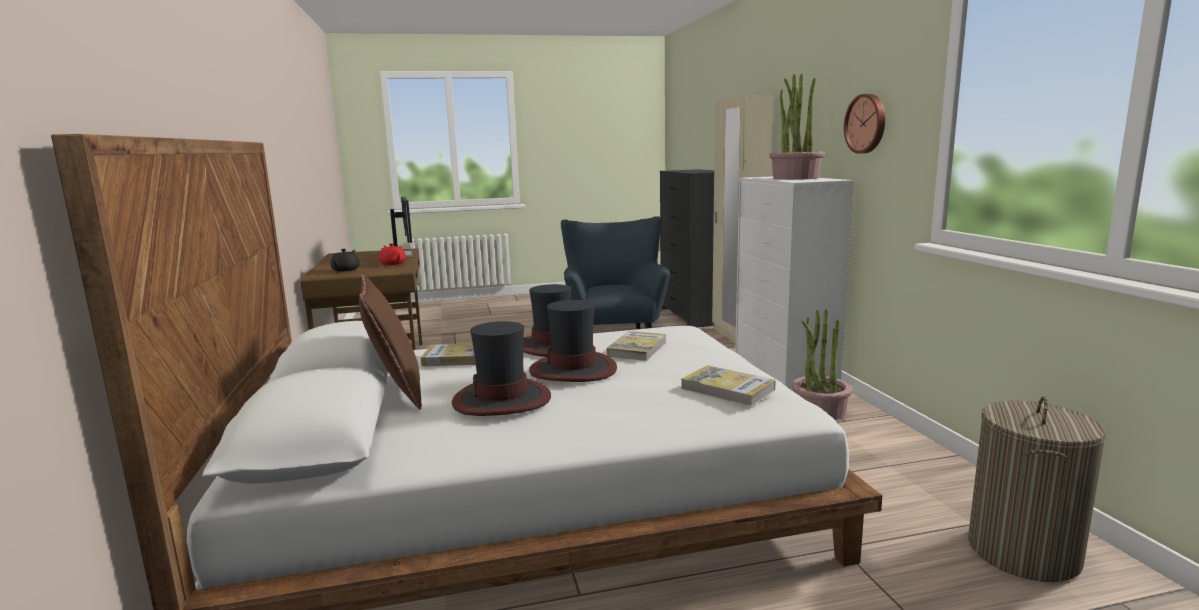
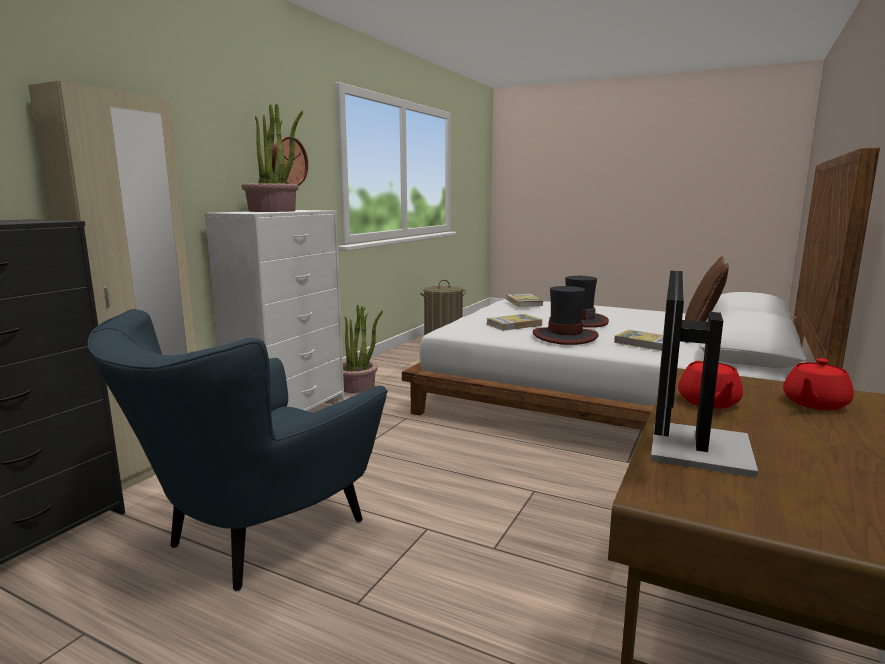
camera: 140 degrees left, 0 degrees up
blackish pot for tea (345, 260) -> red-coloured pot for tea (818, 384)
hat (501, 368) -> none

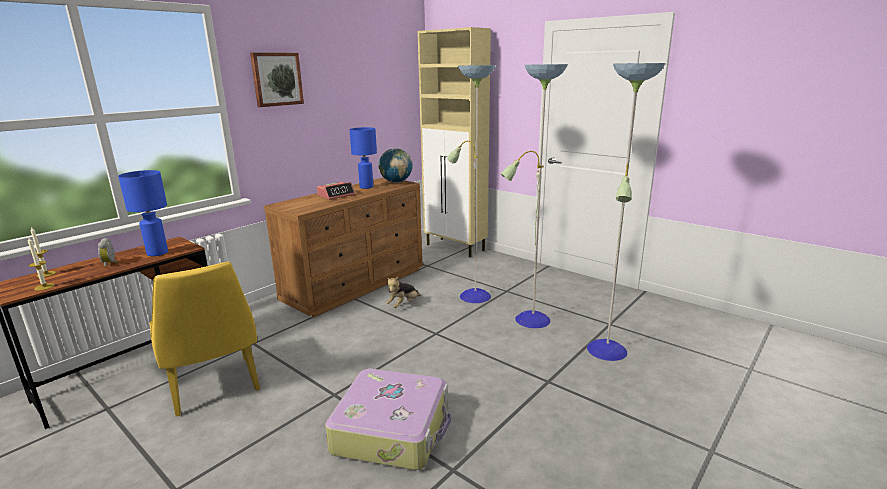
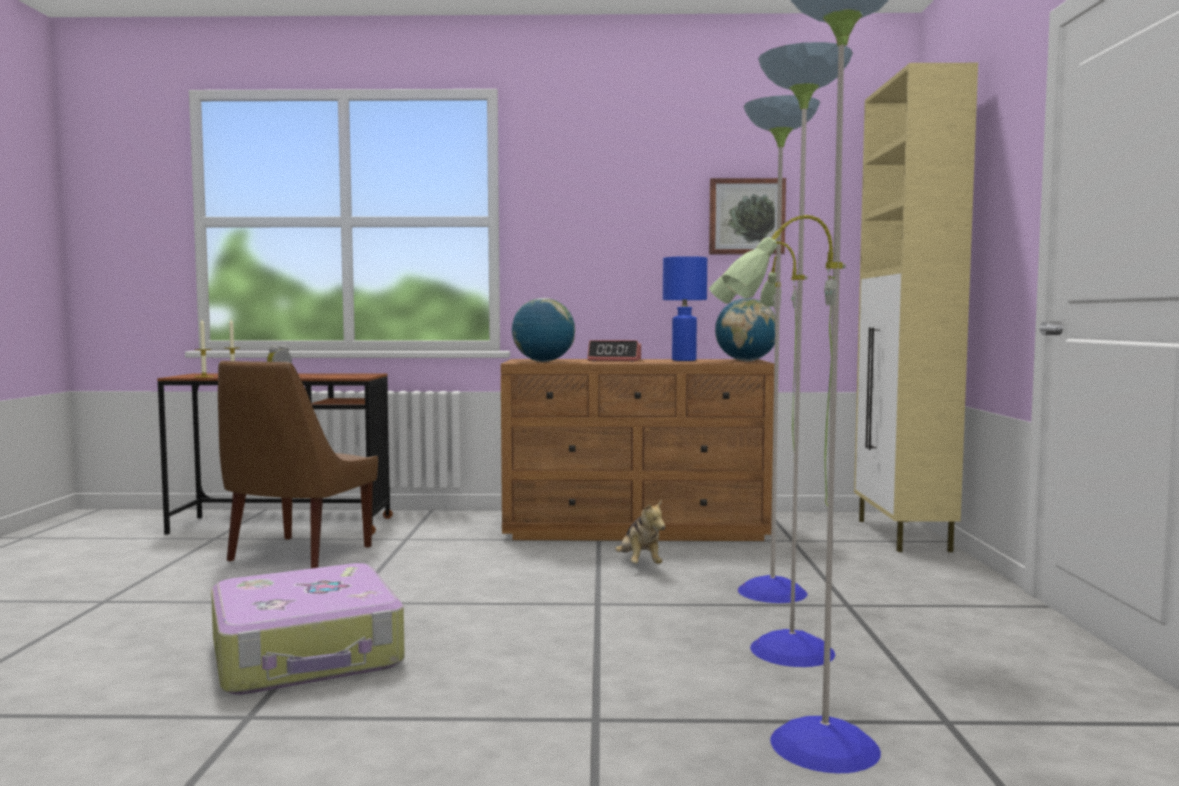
camera: 50 degrees right, 15 degrees down
picture (277, 79) -> picture (747, 216), moved
bluish tabletop lamp (143, 213) -> none
yellow-coloured plain chair (204, 338) -> brown plain chair (298, 464)
cuddly toy (403, 292) -> cuddly toy (640, 531), 105 degrees counterclockwise
none -> desk globe (543, 330)

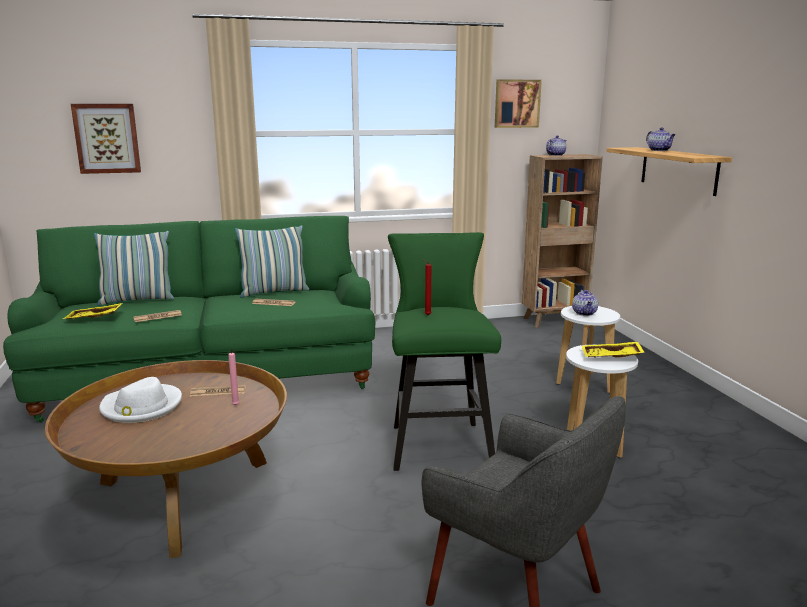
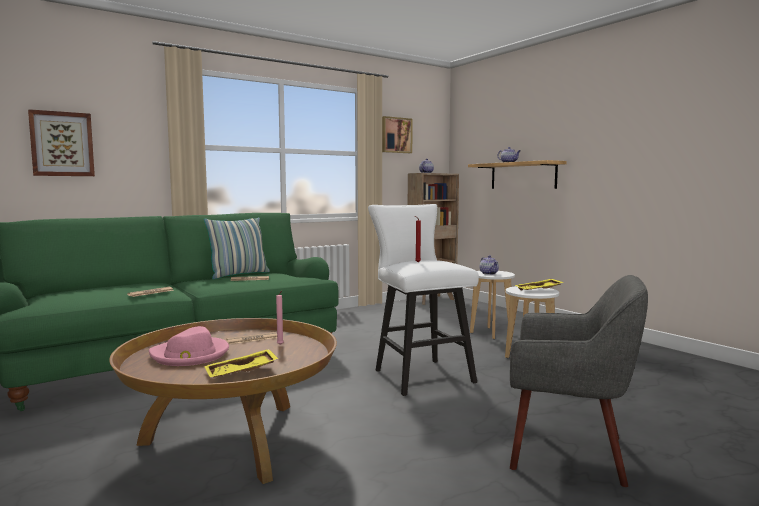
camera: 20 degrees left, 10 degrees down
throw pillow (134, 268) -> none
green-coloured sitting stool (444, 351) -> white-coloured sitting stool (423, 300)
yellow-coloured carrying tray (92, 311) -> yellow-coloured carrying tray (241, 363), moved
white-coloured hat (140, 400) -> pinkish hat (189, 346)

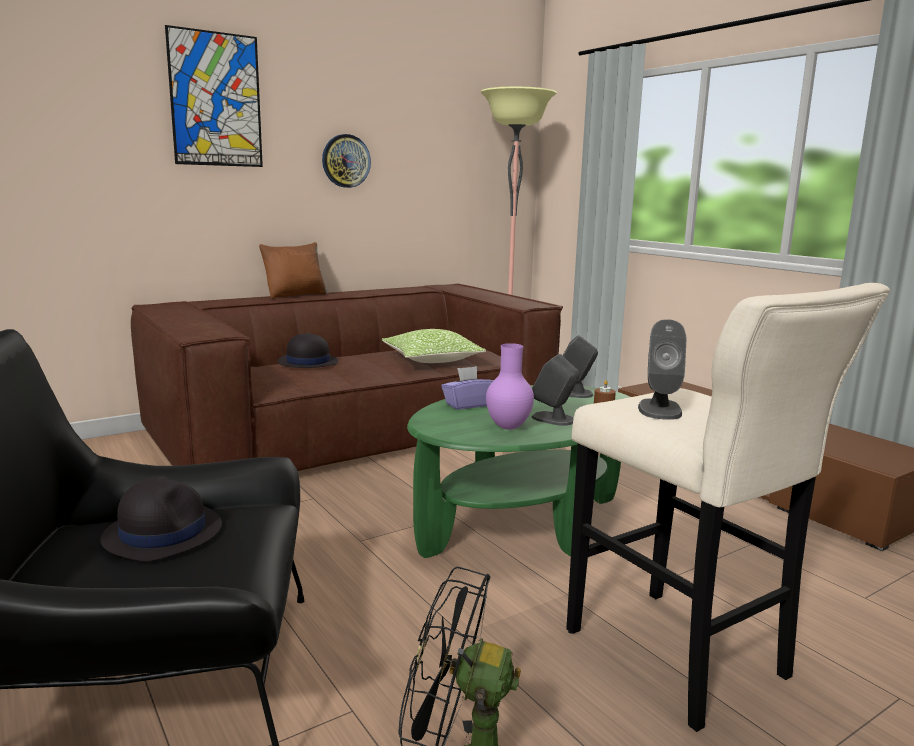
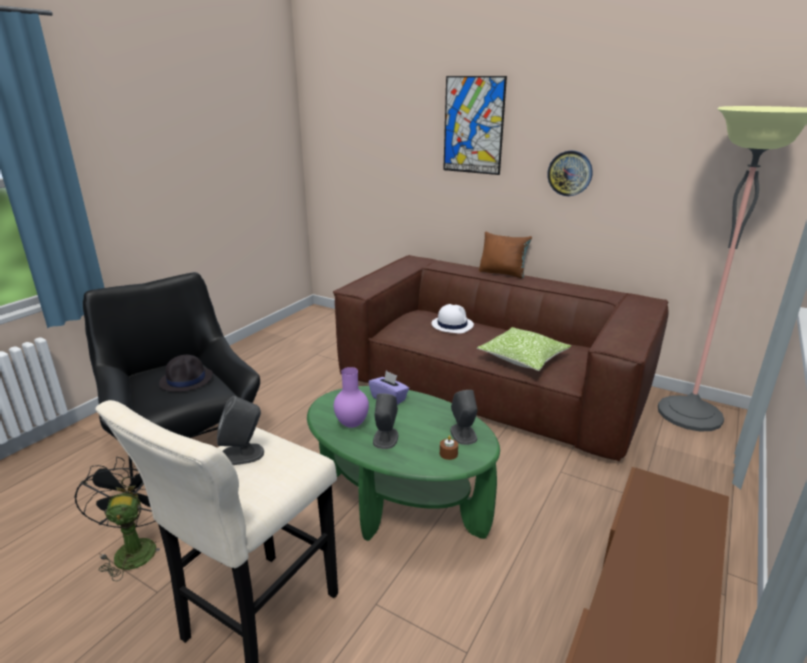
camera: 65 degrees right, 10 degrees up
blackish hat (308, 350) -> white-coloured hat (453, 319)

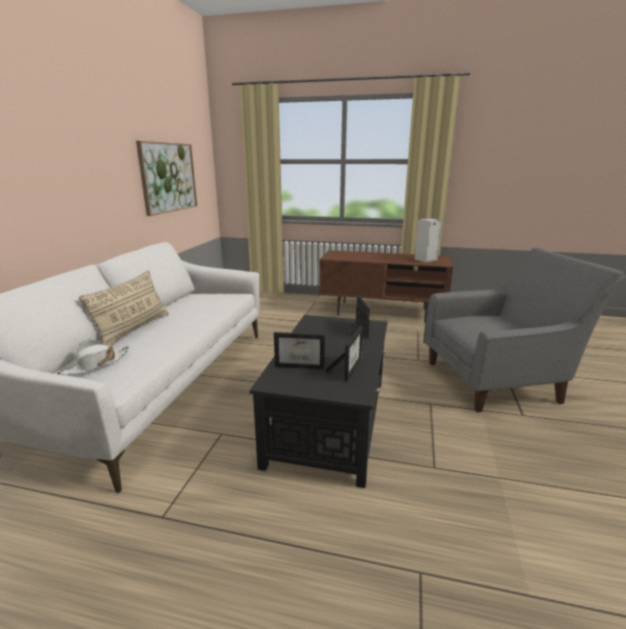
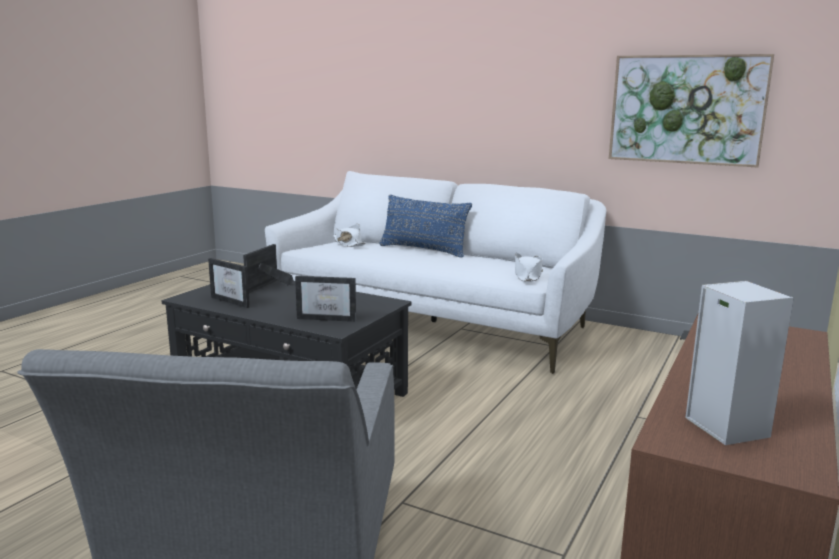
camera: 105 degrees right, 5 degrees down
sand-coloured throw pillow (124, 308) -> bluish throw pillow (425, 226)
none -> white-coloured hat (529, 267)

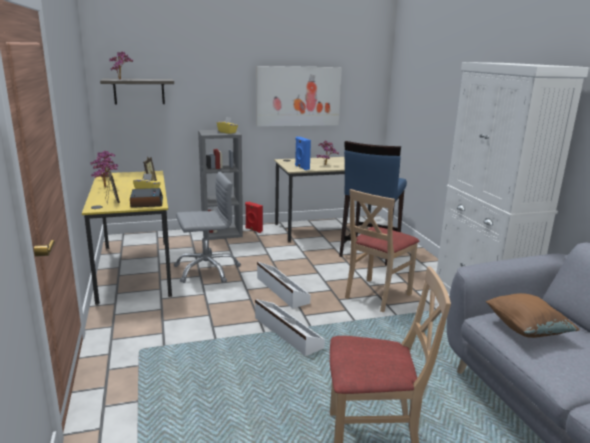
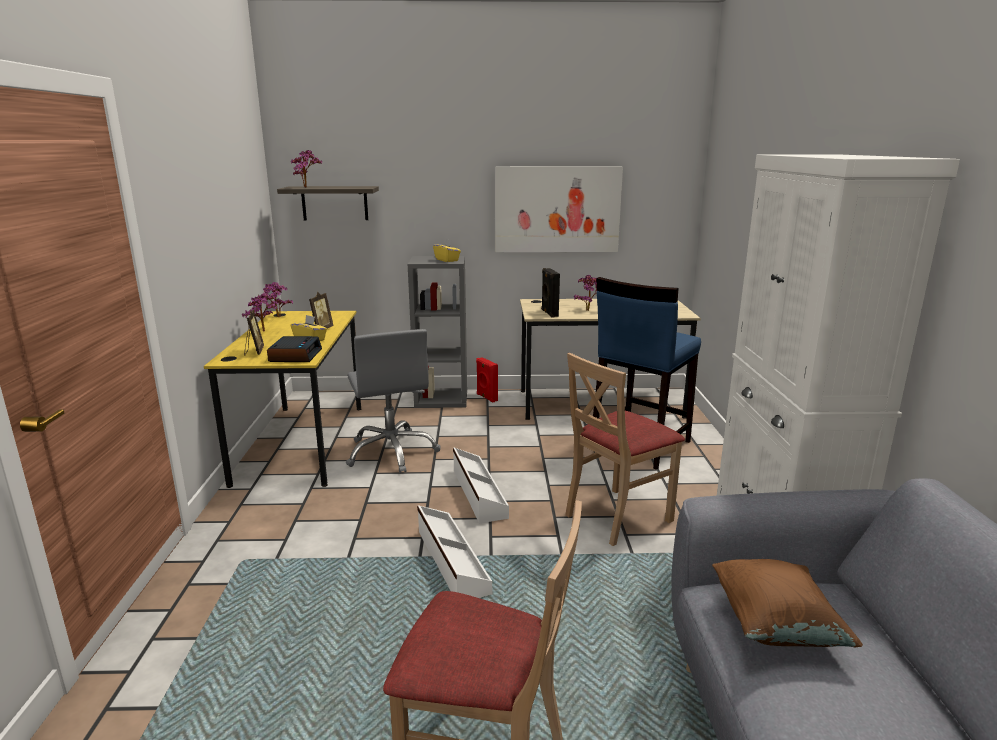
camera: 15 degrees right, 0 degrees up
bluish audio speaker (303, 153) -> blackish audio speaker (550, 293)
gray office chair (207, 227) -> gray office chair (393, 401), 75 degrees clockwise

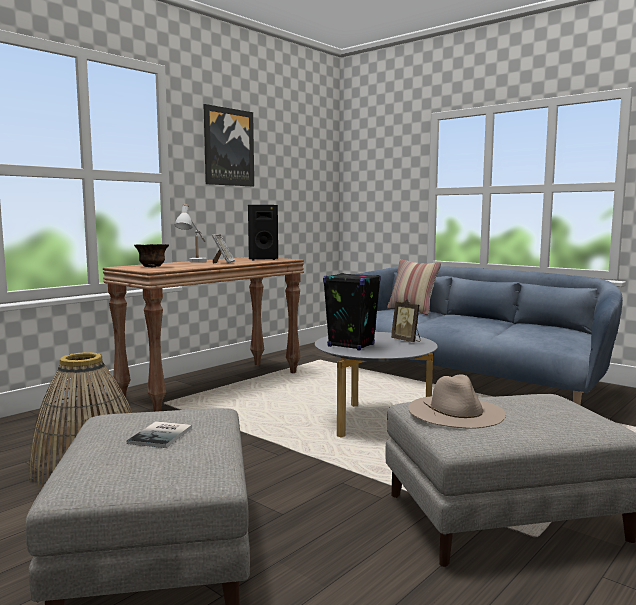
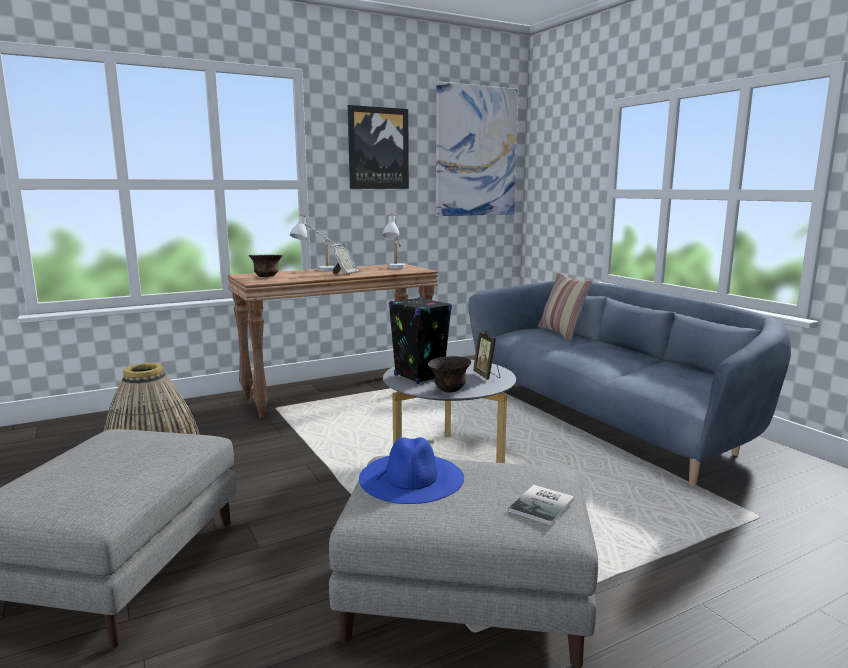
camera: 20 degrees right, 5 degrees up
blackish audio speaker (263, 232) -> white-coloured tabletop lamp (394, 241)
sand-coloured hat (457, 401) -> bluish hat (411, 470)
volume (159, 434) -> volume (541, 505), moved
none -> picture (477, 149)
none -> brown deep dish (449, 374)

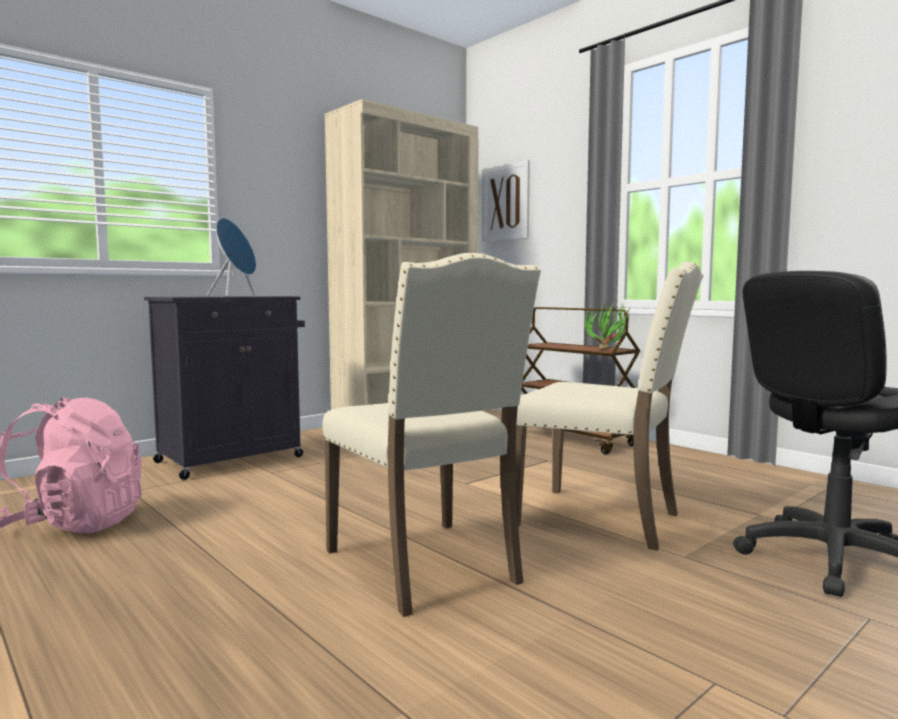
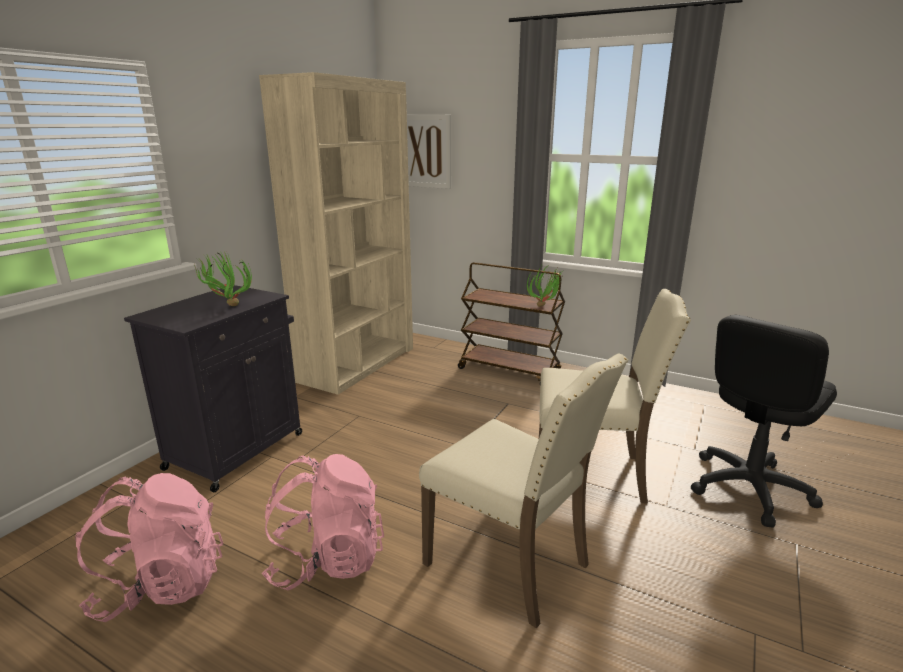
camera: 20 degrees left, 15 degrees up
bluish audio speaker (231, 257) -> plant in a pot (223, 278)
none -> pinkish backpack (323, 522)

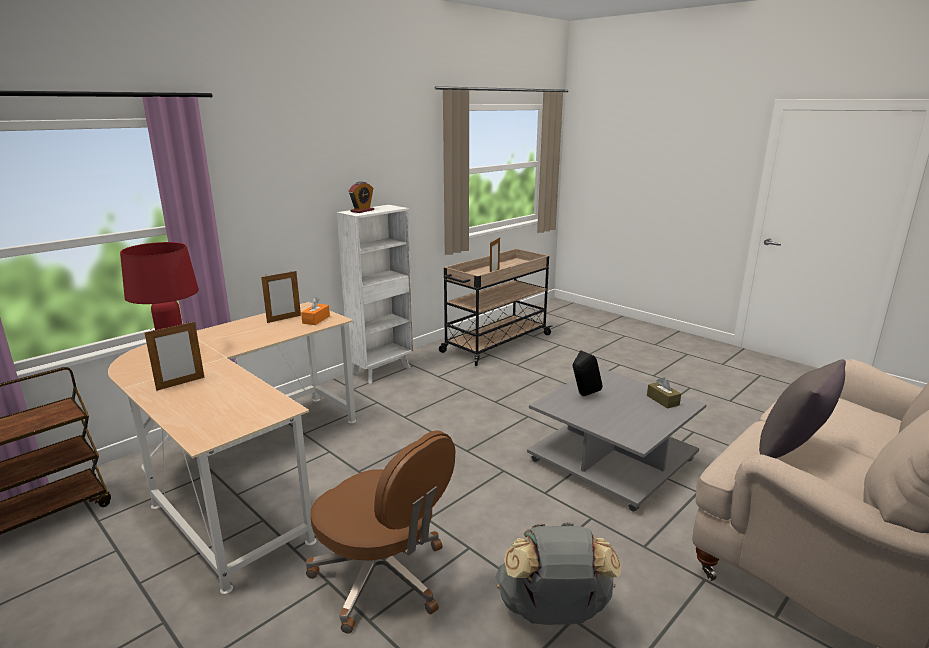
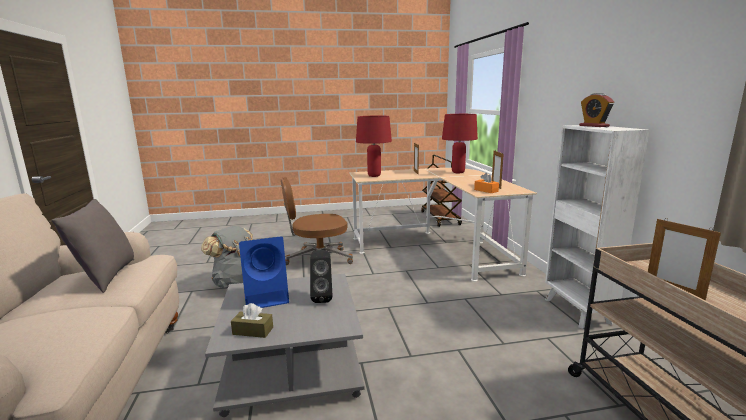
camera: 125 degrees right, 5 degrees down
none -> red-coloured tabletop lamp (374, 146)
none -> bluish audio speaker (264, 272)

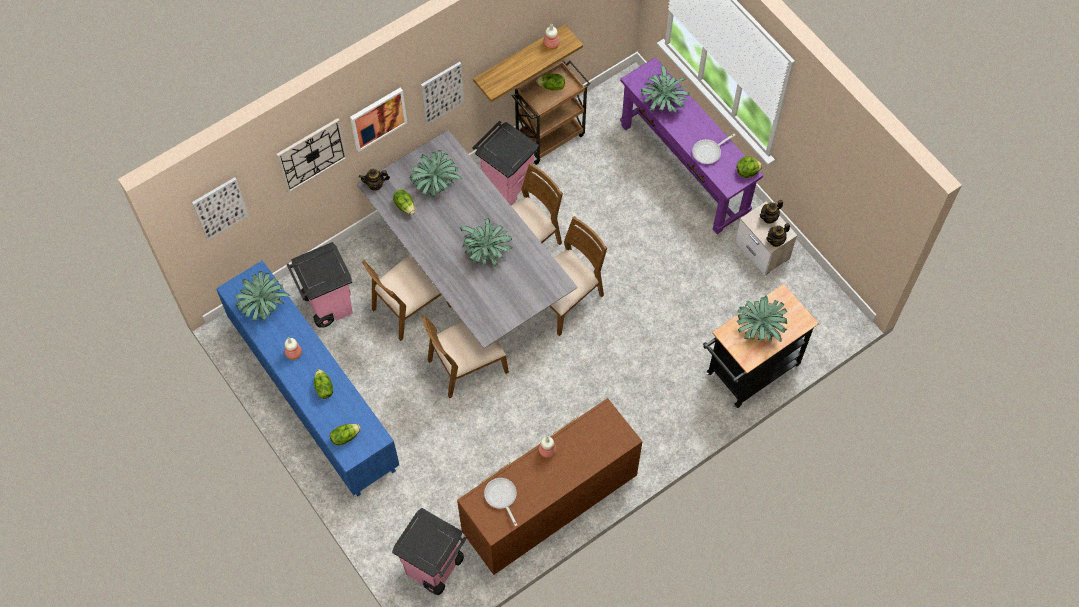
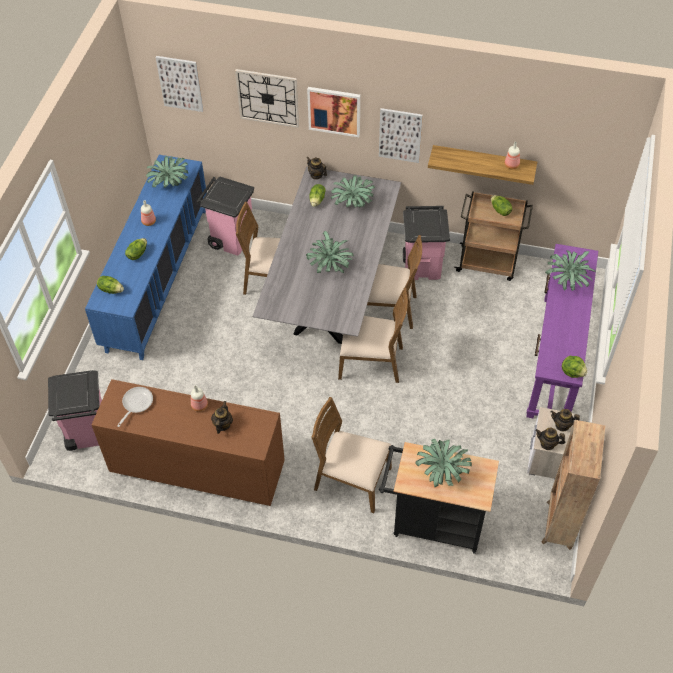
camera: 50 degrees right, 10 degrees down
skillet (713, 149) -> none
brown plain chair (465, 356) -> brown plain chair (351, 455), moved
none -> pot for tea (222, 417)
none -> brown bookshelf (573, 485)

